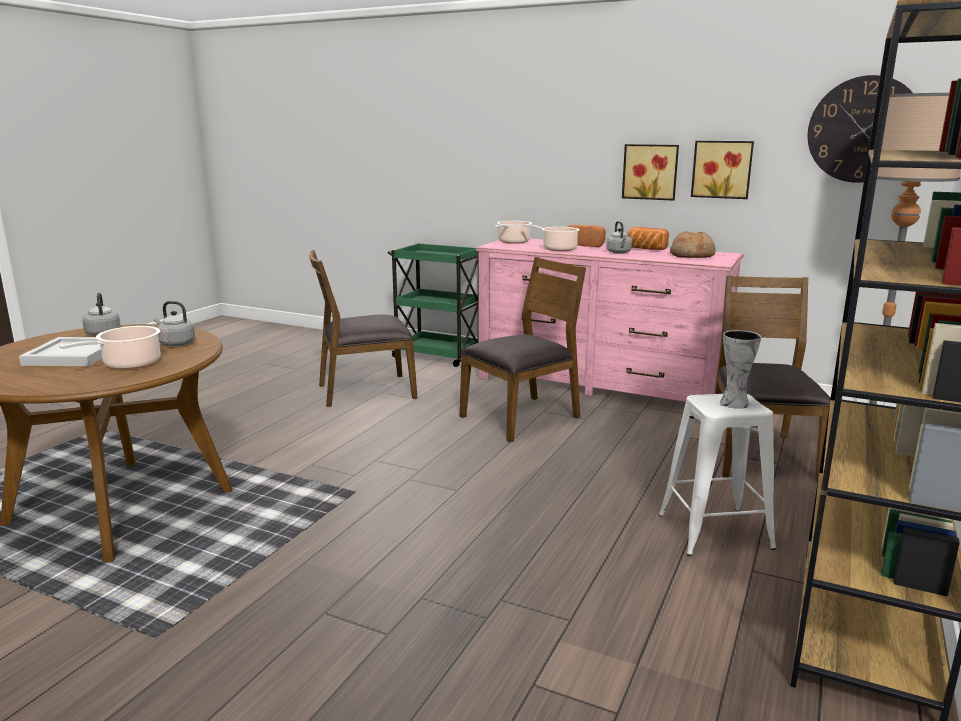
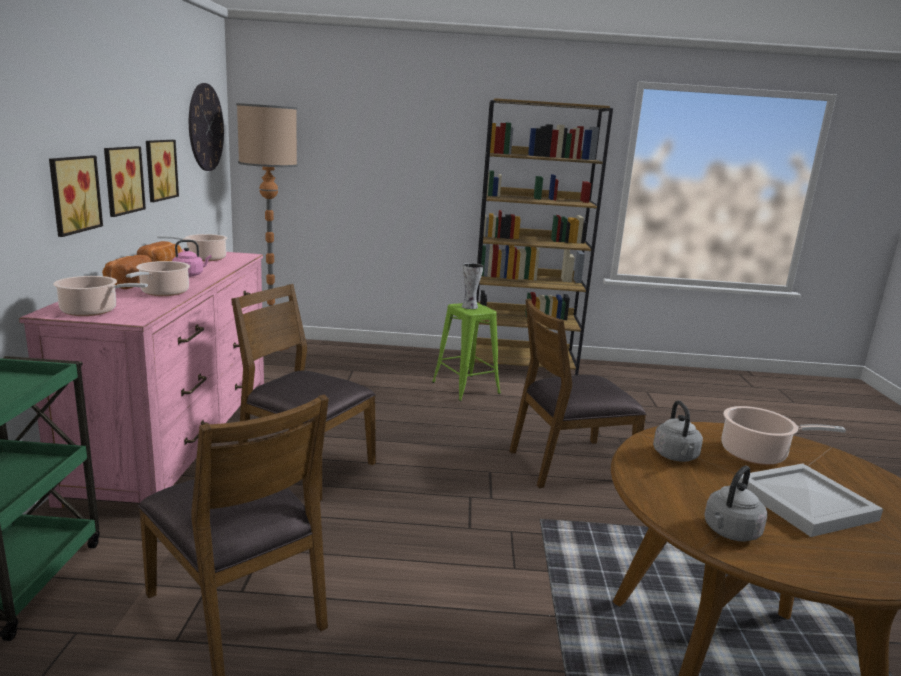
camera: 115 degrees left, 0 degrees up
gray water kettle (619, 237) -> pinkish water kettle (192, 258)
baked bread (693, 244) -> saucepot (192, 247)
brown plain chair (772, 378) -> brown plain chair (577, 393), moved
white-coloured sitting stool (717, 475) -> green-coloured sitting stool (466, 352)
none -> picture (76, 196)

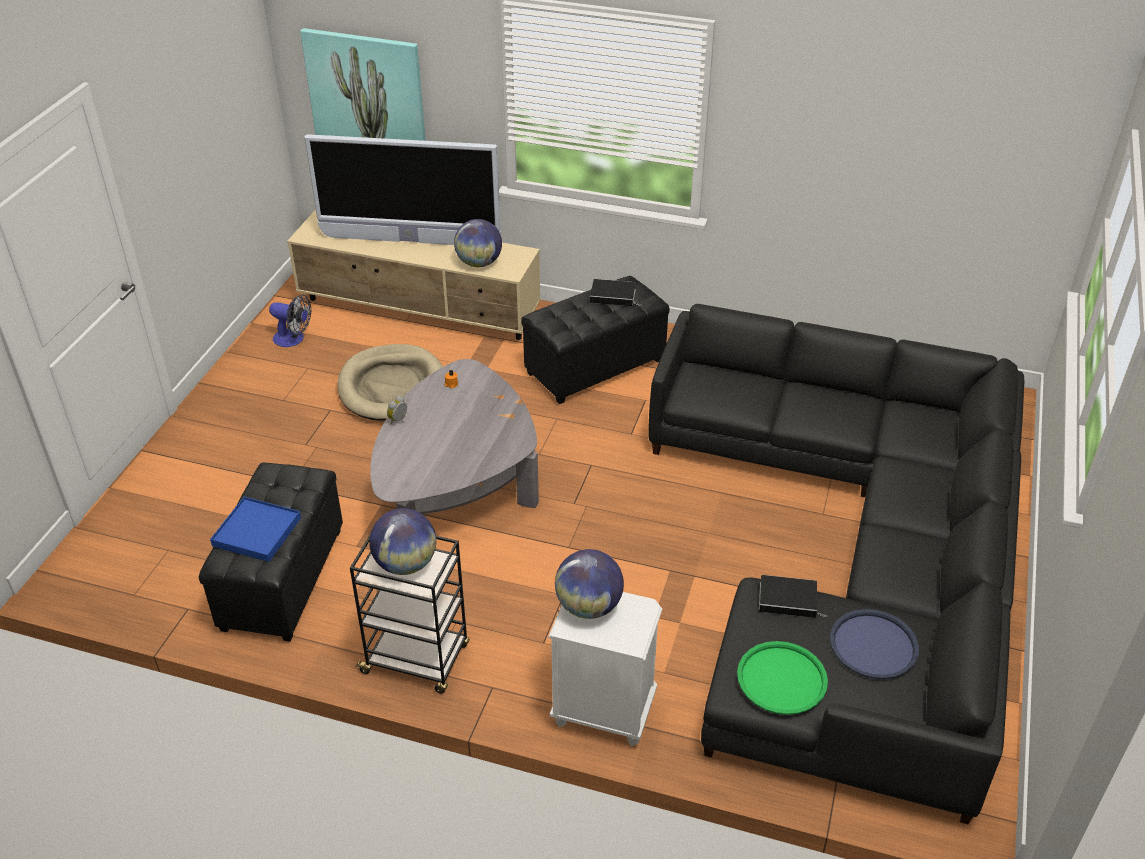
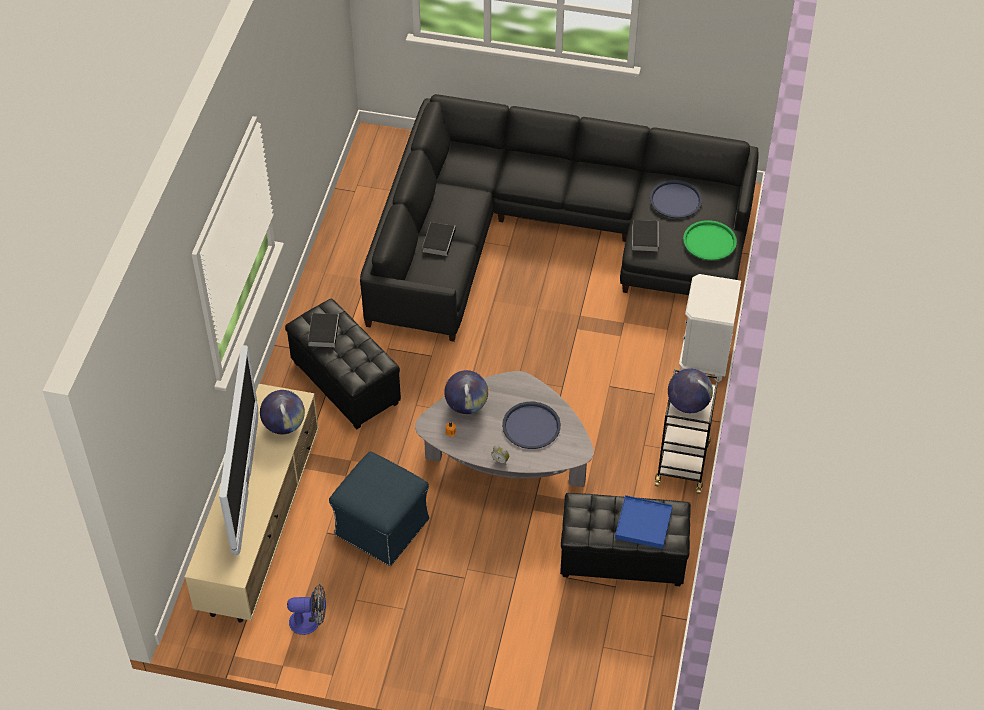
camera: 95 degrees left, 10 degrees up
picture (363, 84) -> none
electric fan (290, 320) -> electric fan (306, 609), 75 degrees clockwise
sand-coloured pet bed (390, 382) -> bluish ottoman (379, 508)
desk globe (589, 584) -> desk globe (466, 392), moved
none -> volume (438, 239)
none -> bluish carrying tray (531, 425)

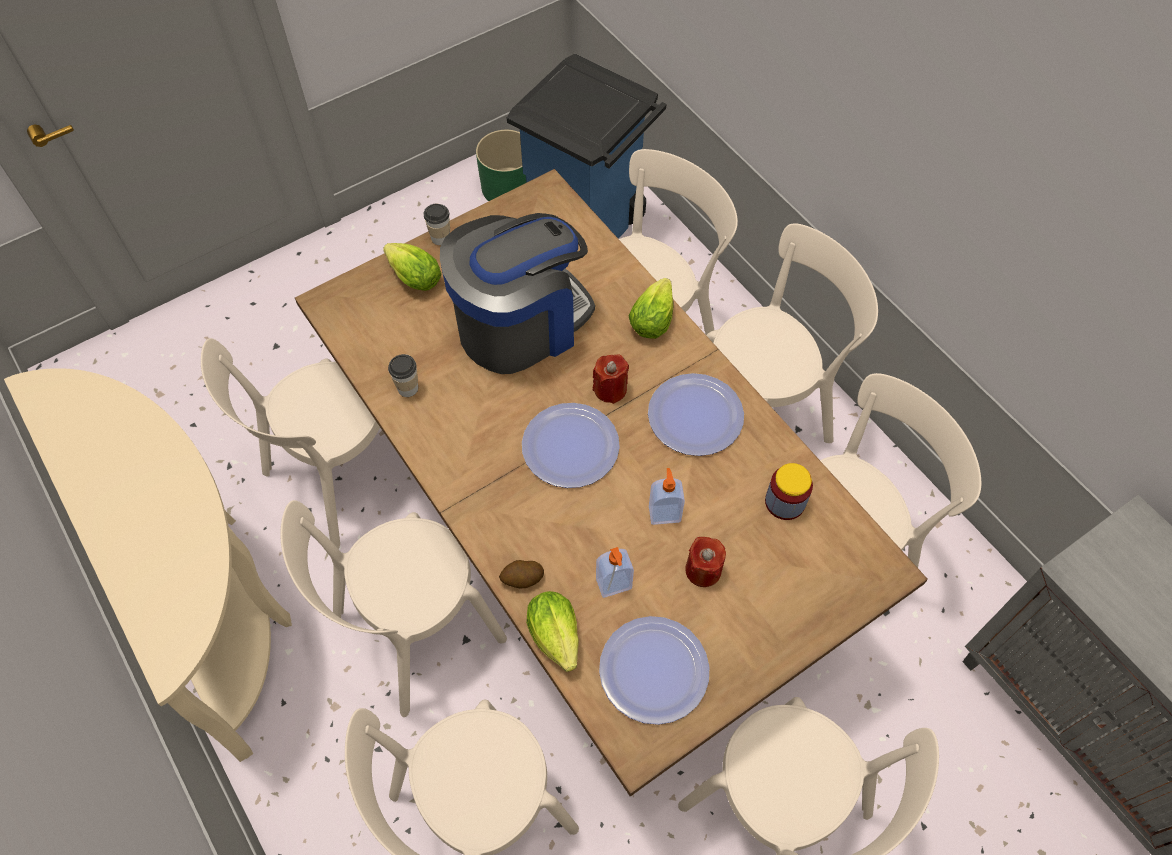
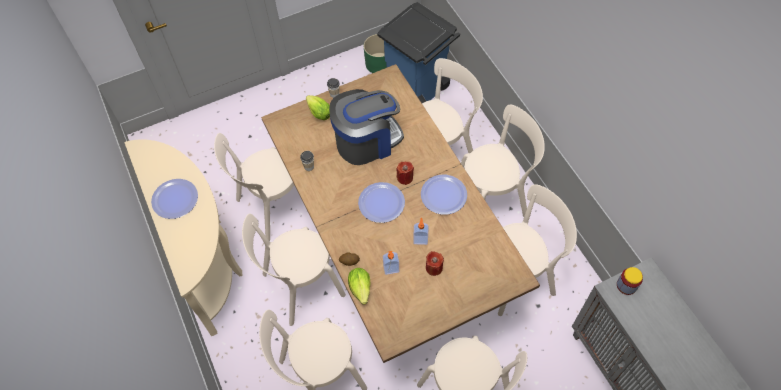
camera: 10 degrees right, 0 degrees up
lettuce head (651, 308) -> none
jar (789, 491) -> jar (630, 281), moved
flat dish (654, 670) -> flat dish (174, 199), moved

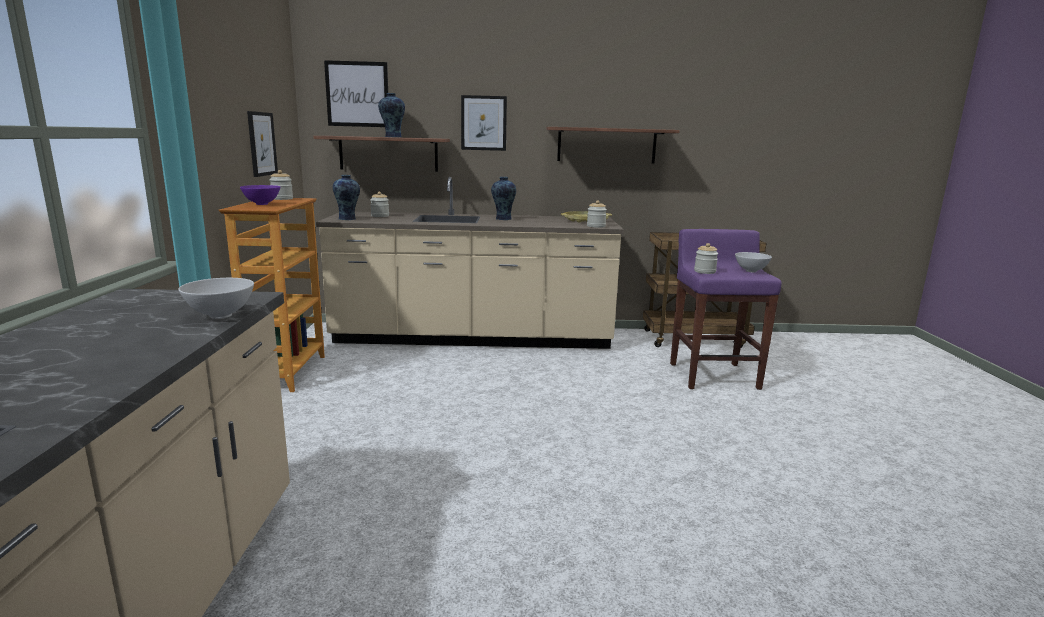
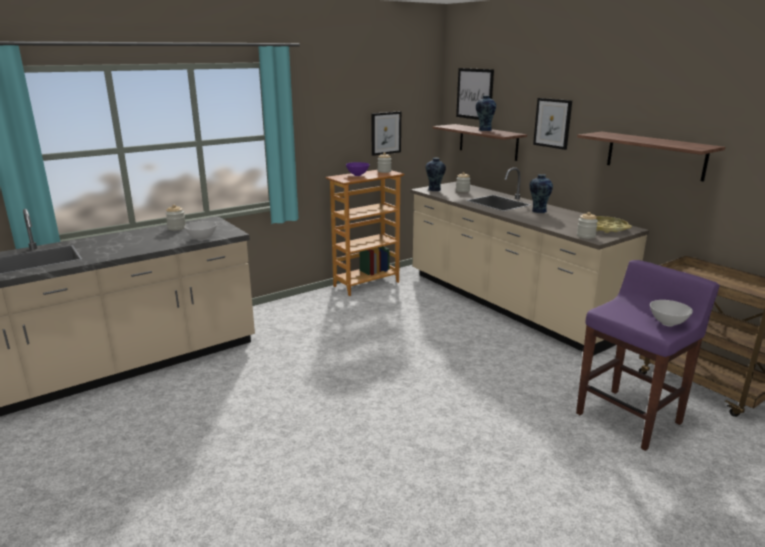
camera: 55 degrees right, 5 degrees up
jar (706, 258) -> jar (175, 217), moved

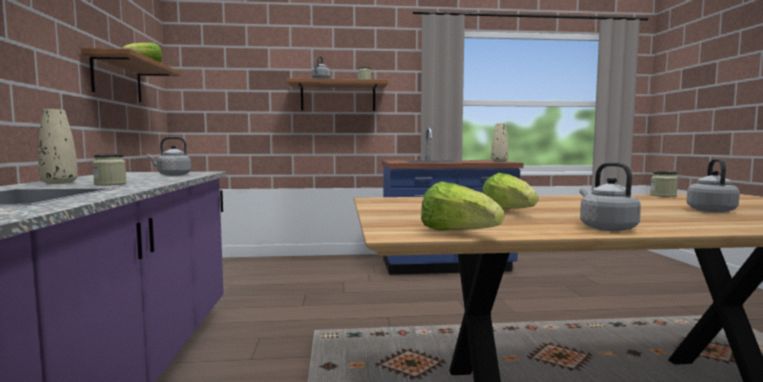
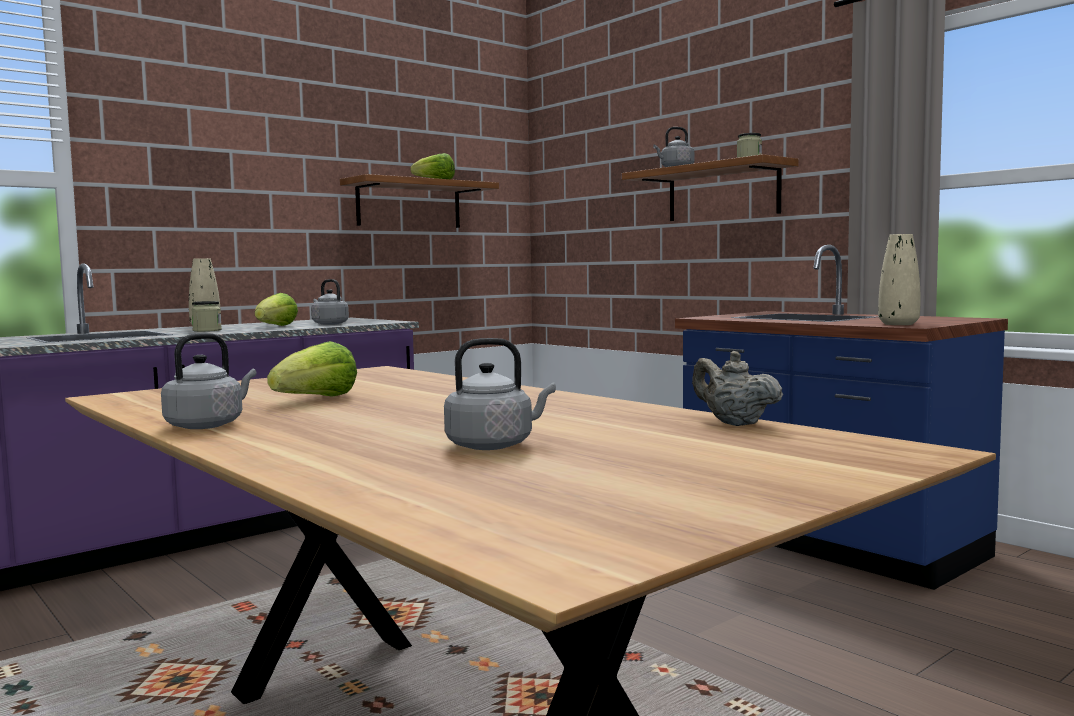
camera: 55 degrees right, 0 degrees up
jar (664, 184) -> sand-coloured pot for tea (737, 388)
lettuce head (462, 206) -> lettuce head (276, 309), moved

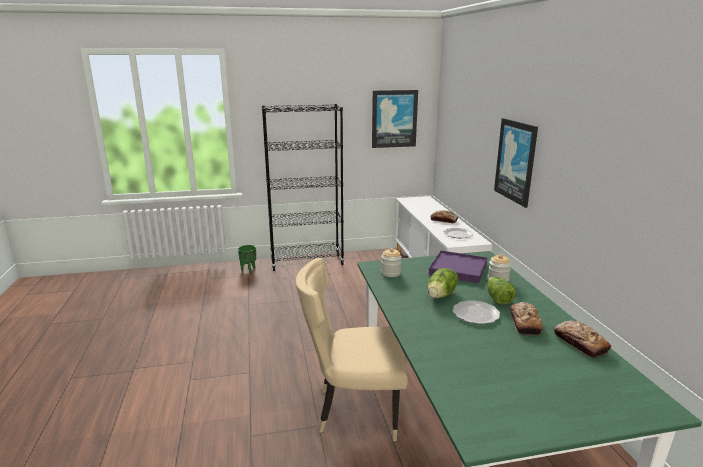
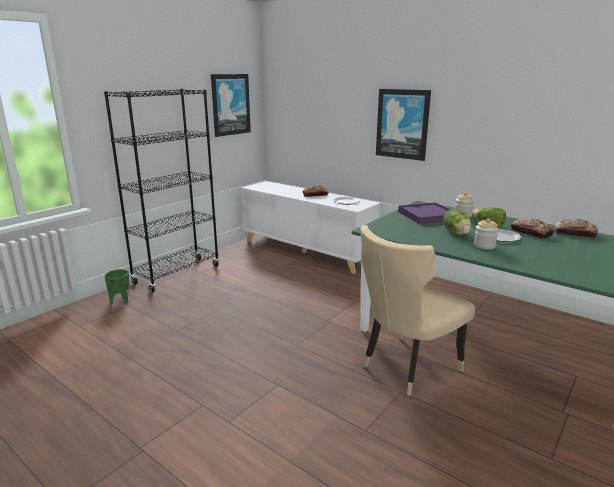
camera: 40 degrees left, 0 degrees up
jar (391, 262) -> jar (486, 233), moved

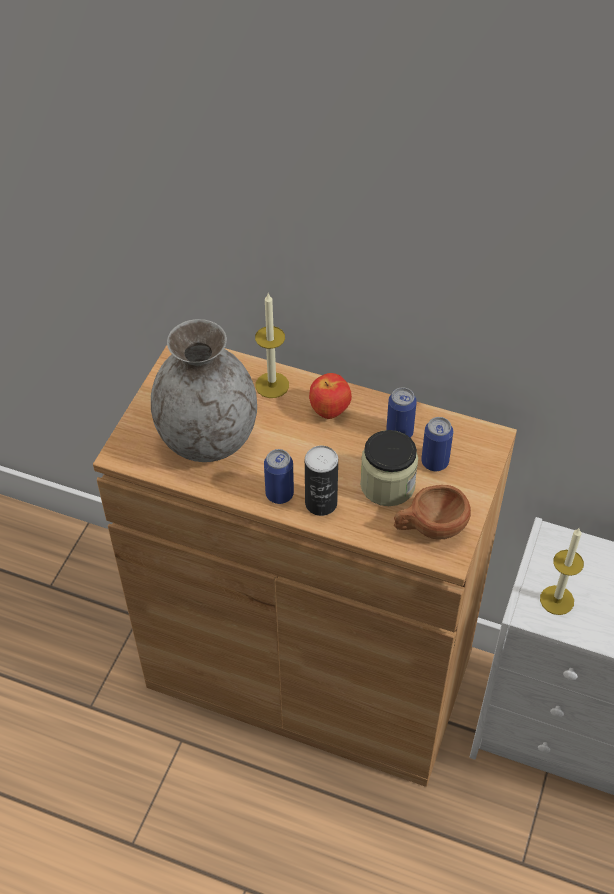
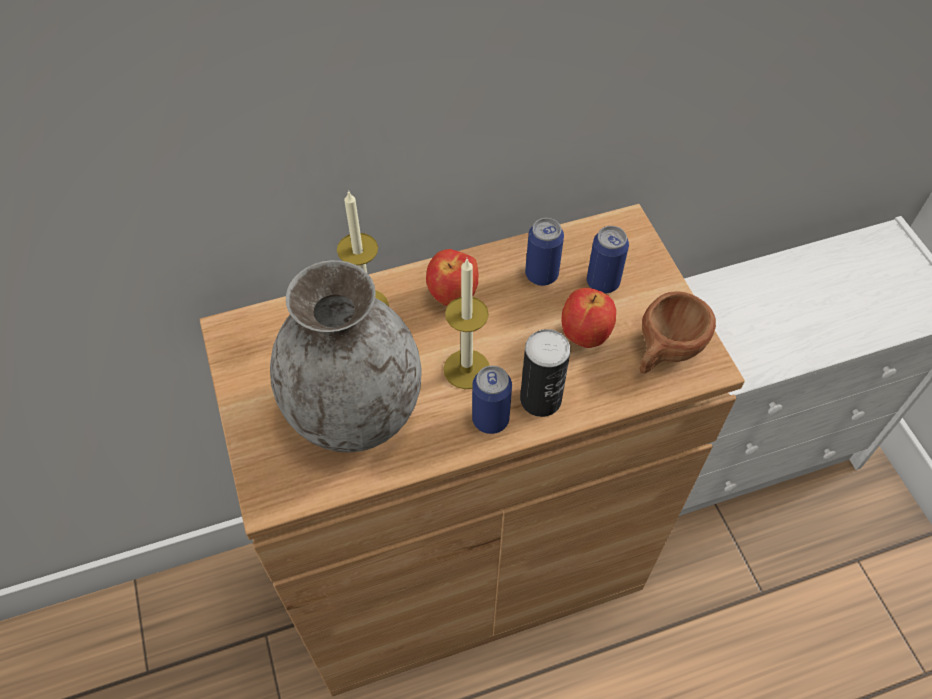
camera: 40 degrees left, 5 degrees up
jar (389, 468) -> whole apple (588, 318)
candle (562, 571) -> candle (466, 324), moved

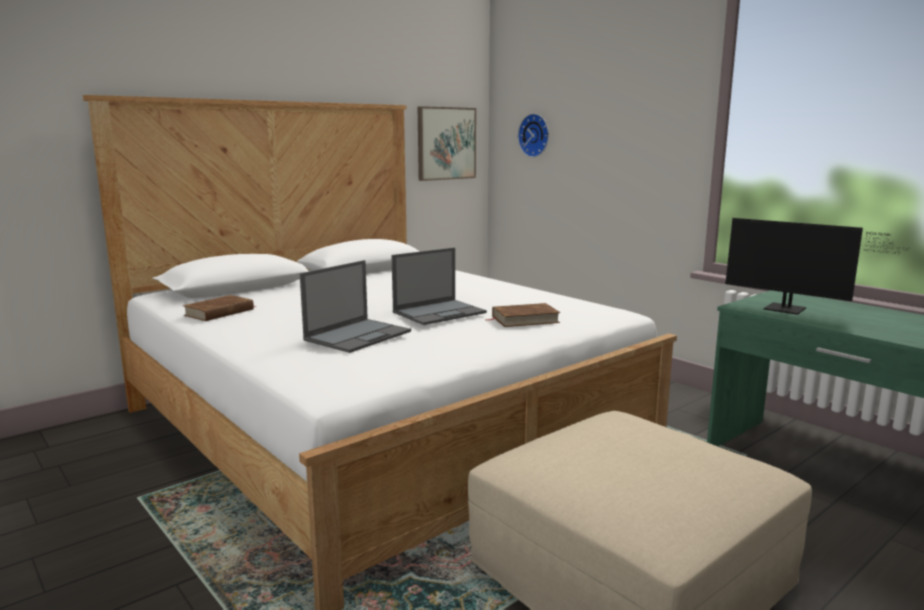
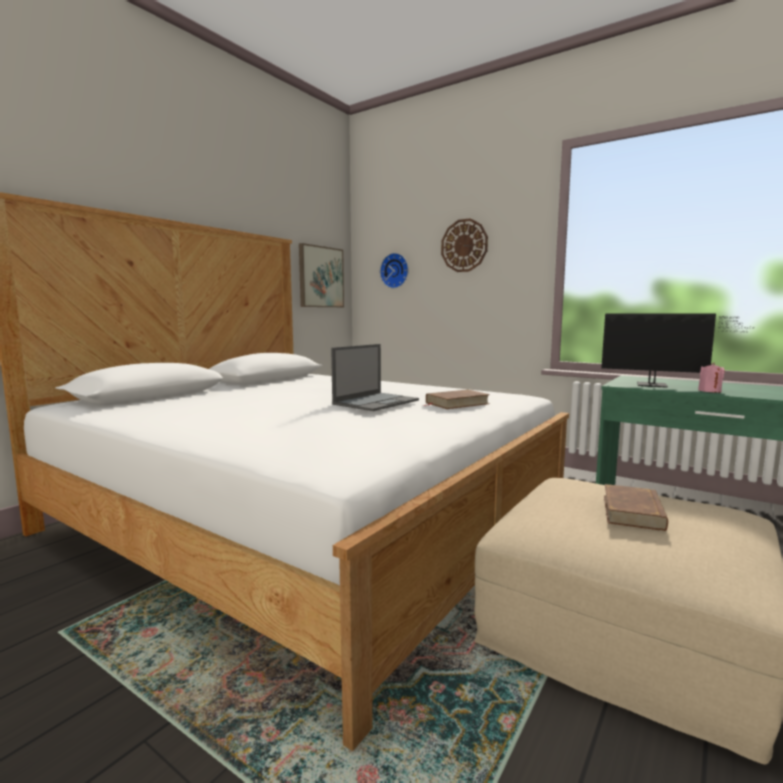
camera: 15 degrees left, 5 degrees down
notebook computer (355, 306) -> none
brown volume (219, 308) -> brown volume (636, 507), moved
none -> hanging clock (464, 245)
none -> pinkish candle (711, 378)

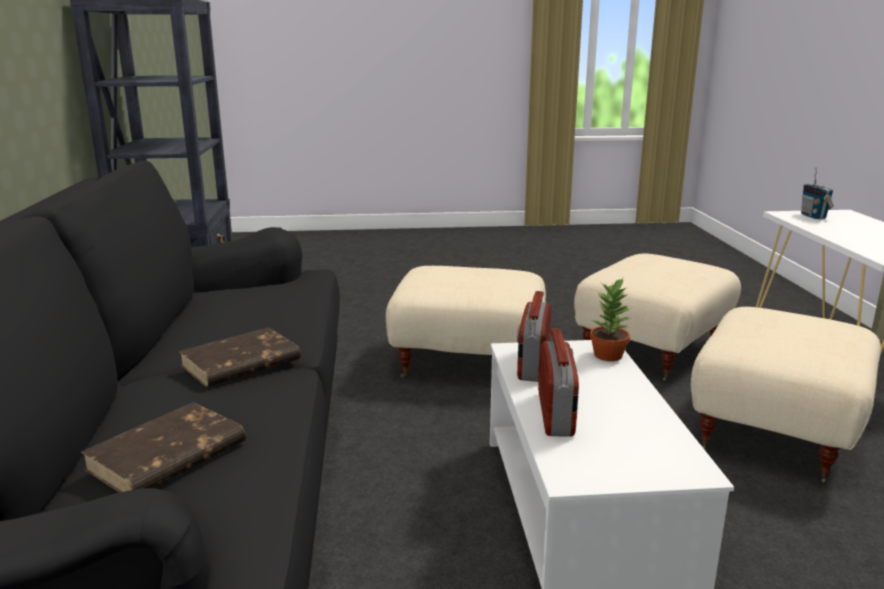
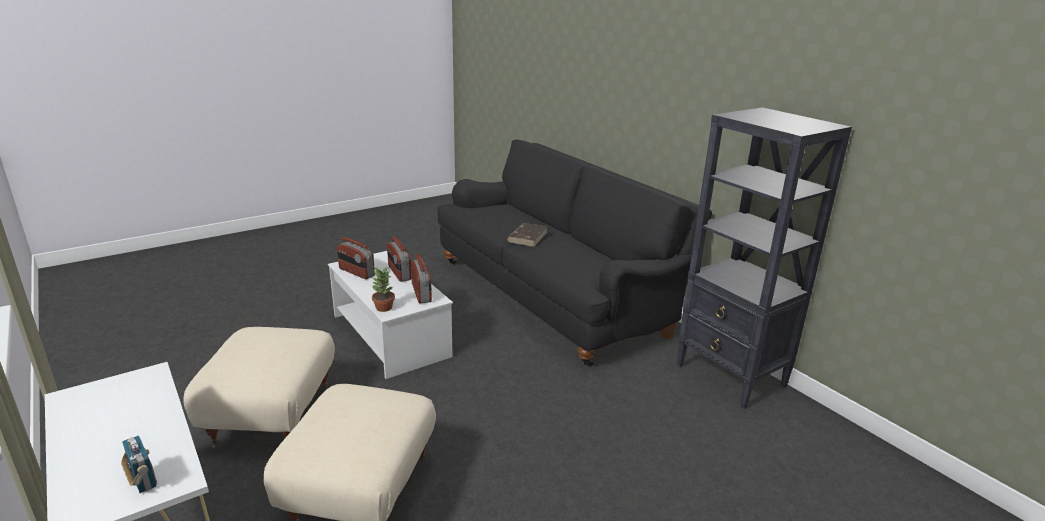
camera: 150 degrees right, 5 degrees up
sand-coloured ottoman (466, 322) -> none
brown volume (163, 447) -> none
none -> radio (356, 258)

